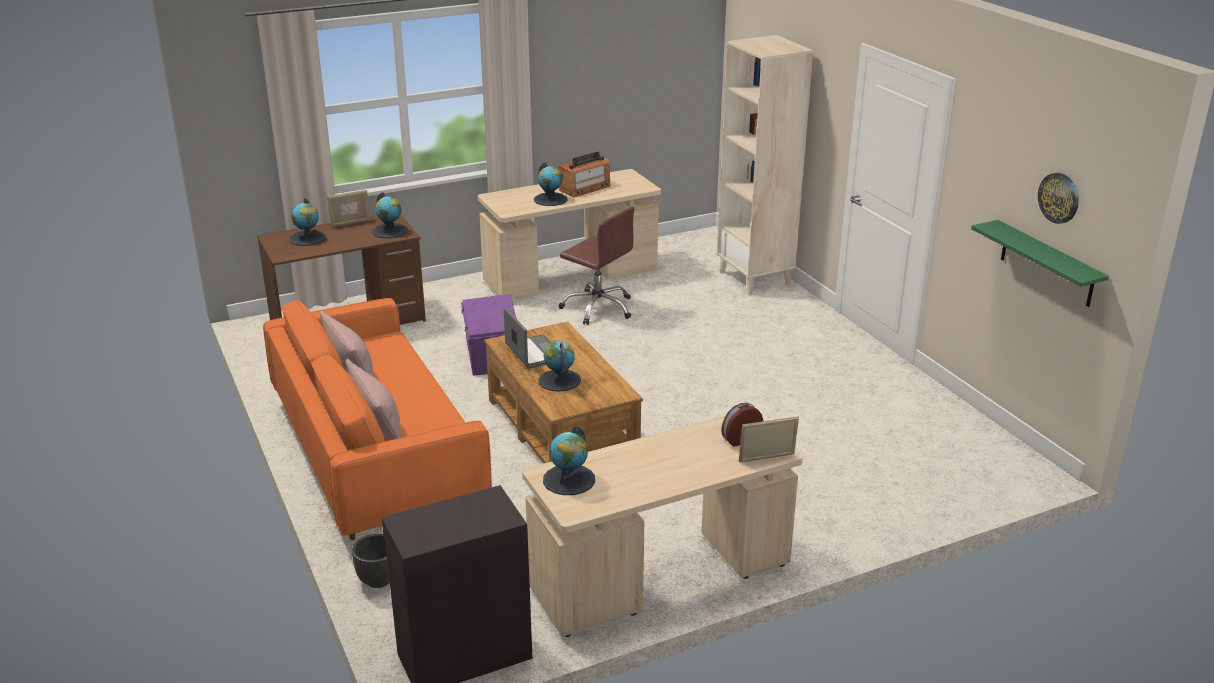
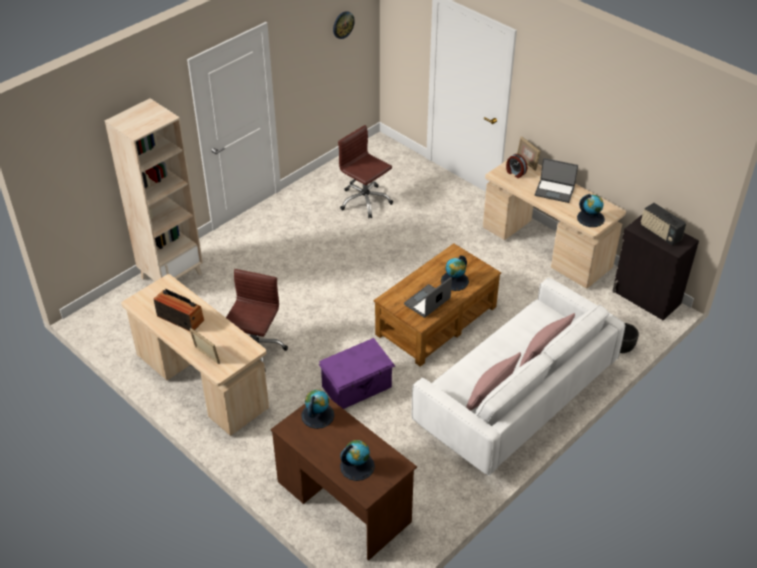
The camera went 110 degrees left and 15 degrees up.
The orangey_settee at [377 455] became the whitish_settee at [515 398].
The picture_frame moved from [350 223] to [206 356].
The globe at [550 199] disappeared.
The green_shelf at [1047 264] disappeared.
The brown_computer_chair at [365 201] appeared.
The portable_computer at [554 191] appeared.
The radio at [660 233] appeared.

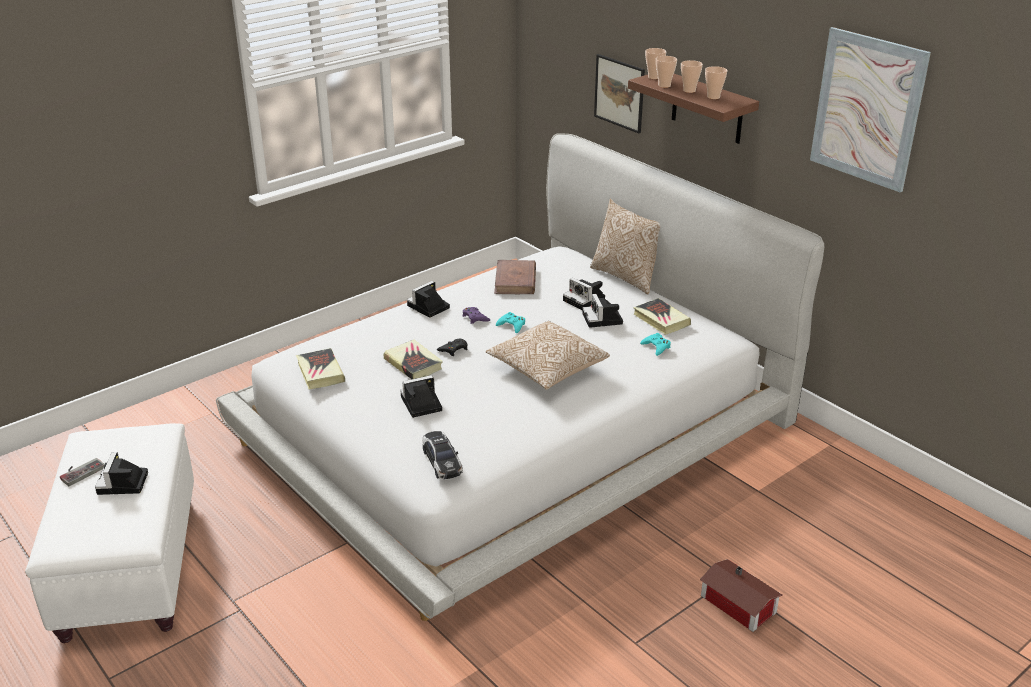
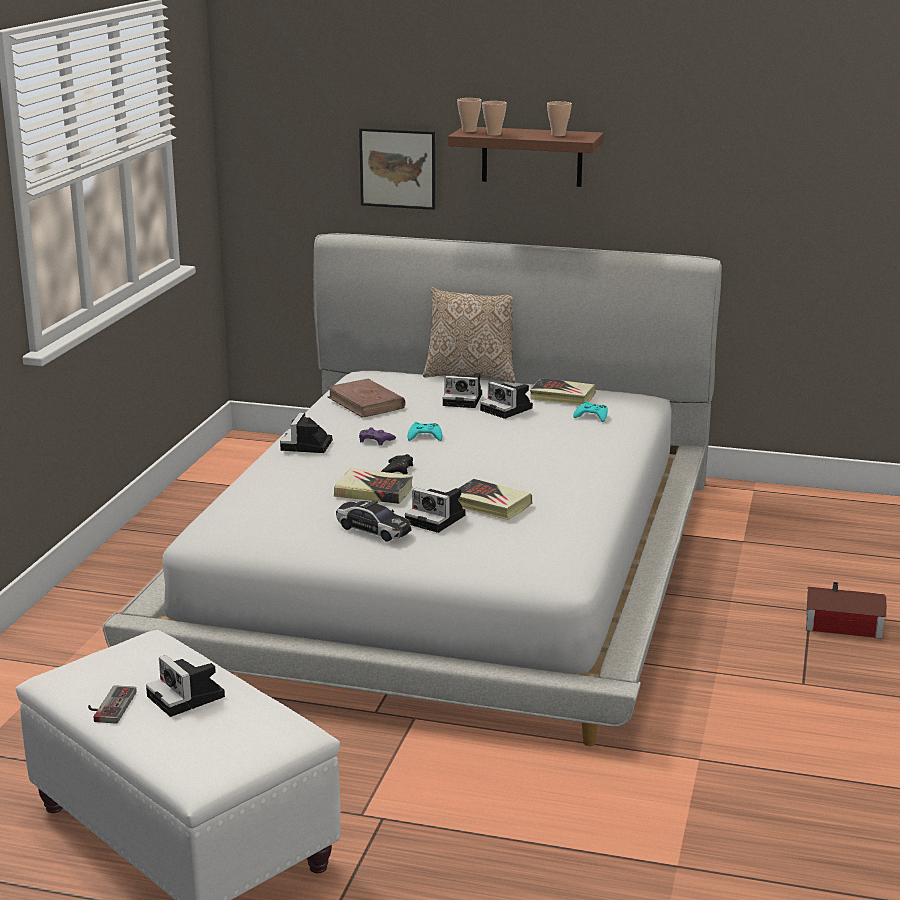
The camera went 35 degrees left and 10 degrees down.
The book moved from [320 372] to [490 505].
The still_camera at [419 404] turned 90 degrees counterclockwise.
The miniature_car moved from [442 461] to [373 529].
The cushion at [547 369] disappeared.
The cup at [689 90] disappeared.
The picture at [867 109] disappeared.

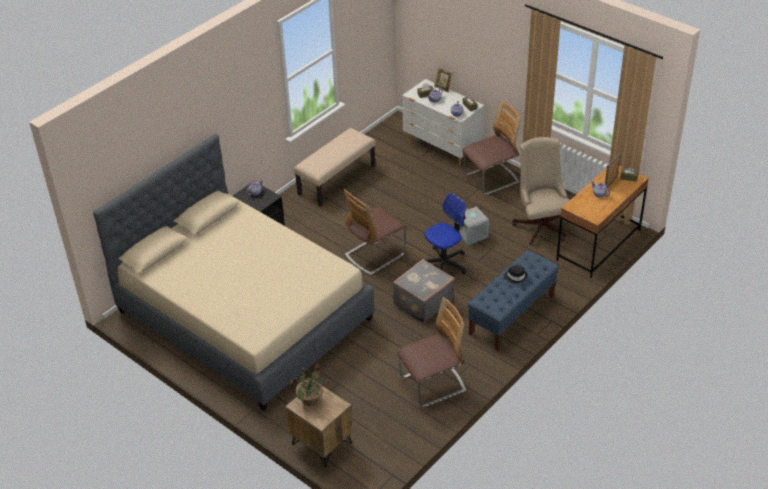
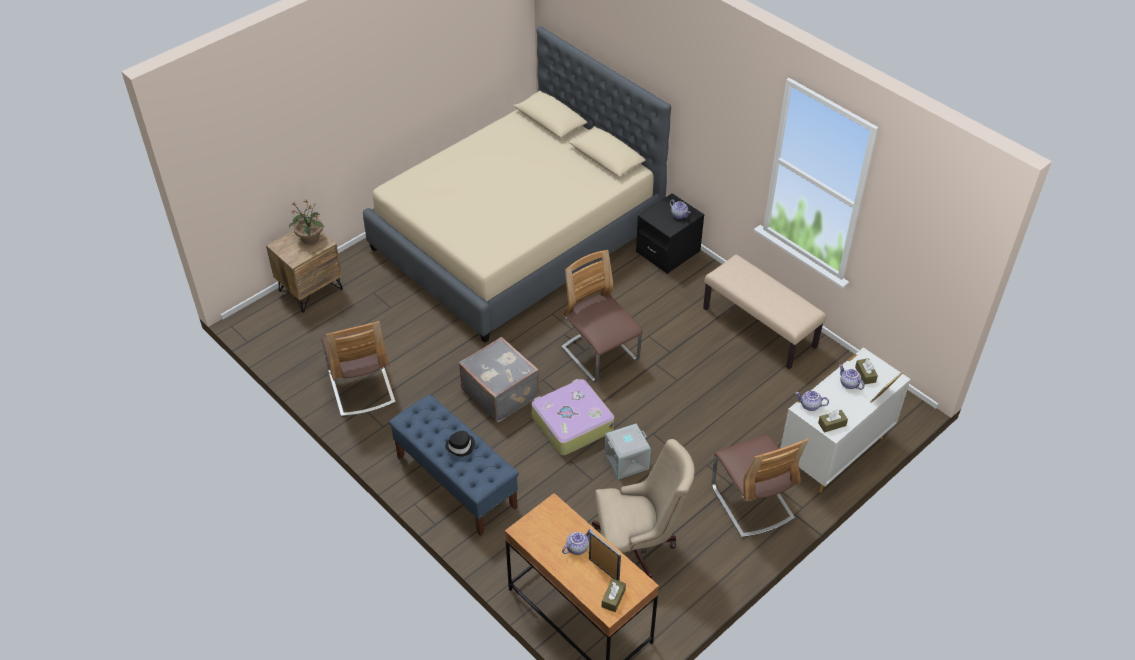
The camera went 95 degrees right and 5 degrees up.
The computer_chair at [444 263] was replaced by the suitcase at [571 423].

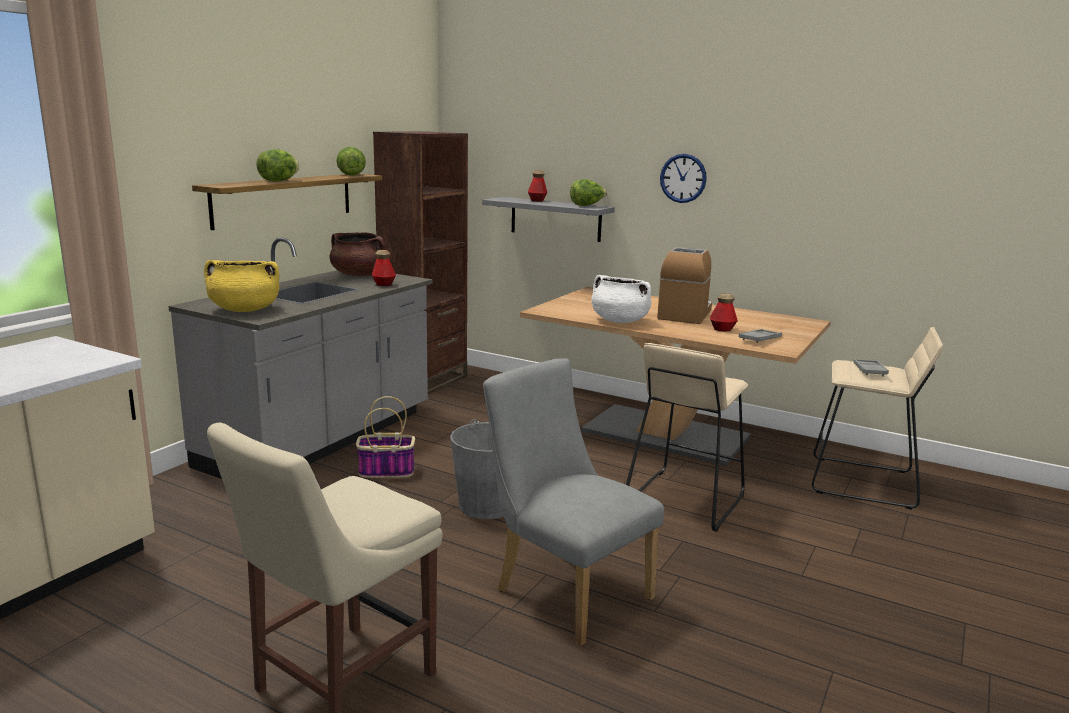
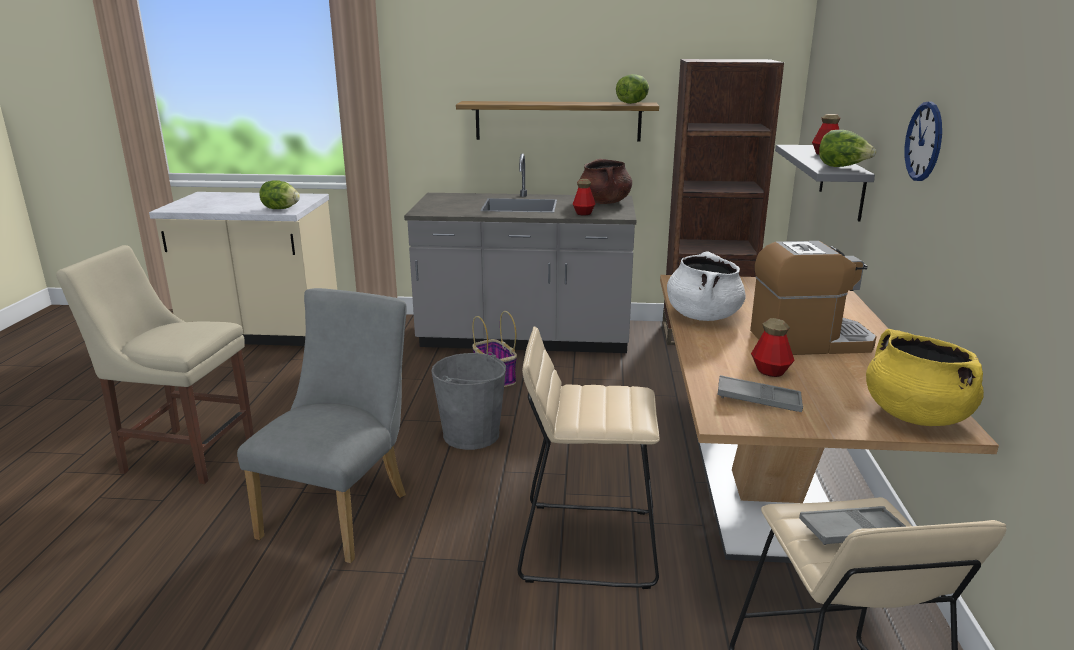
The camera went 65 degrees right and 5 degrees up.
The yellow-coloured_cooking_pot moved from [244 310] to [915 415].
The head_of_lettuce moved from [278 181] to [280 209].

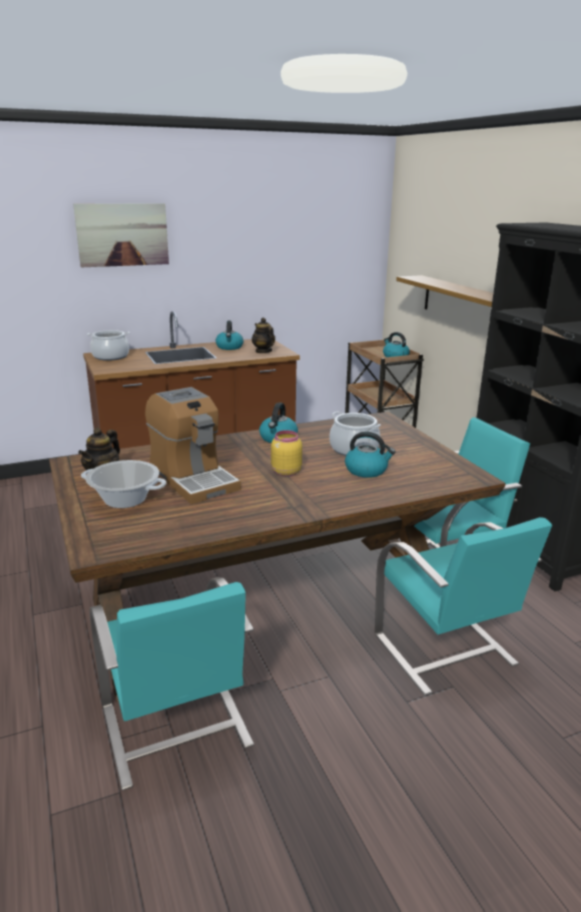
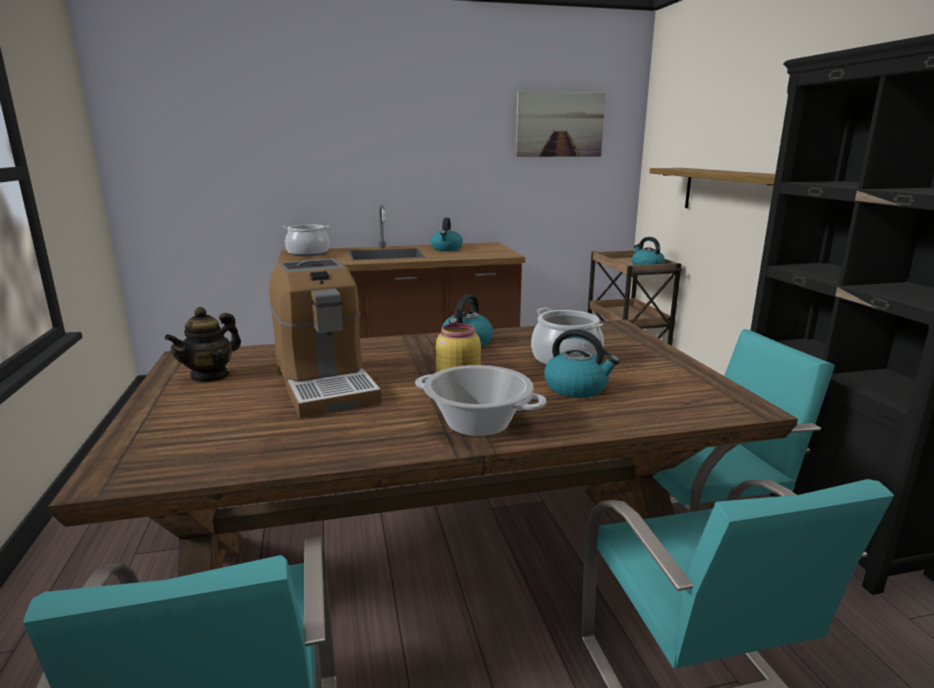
The camera went 10 degrees right and 5 degrees down.
The picture moved from [122 235] to [559 124].
The cooking_pot moved from [125 499] to [478 423].
The tea_pot at [263 351] disappeared.

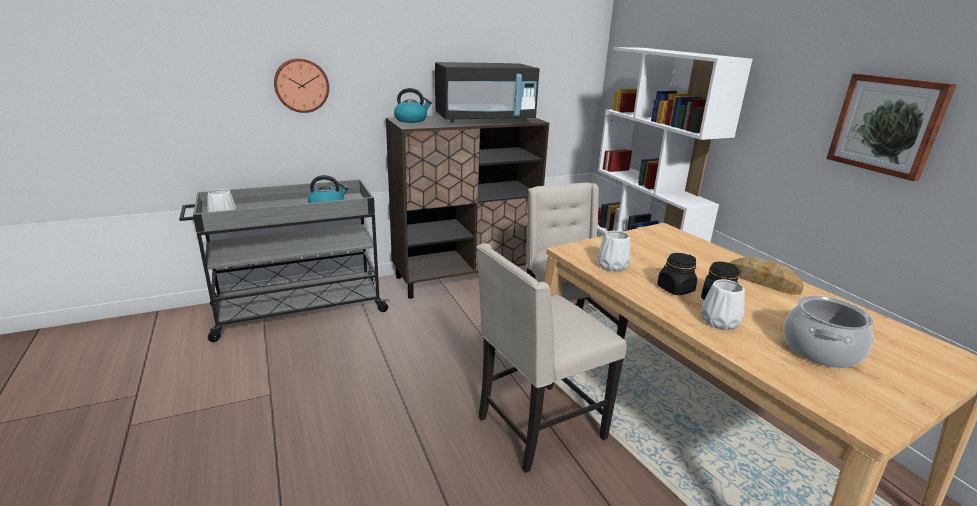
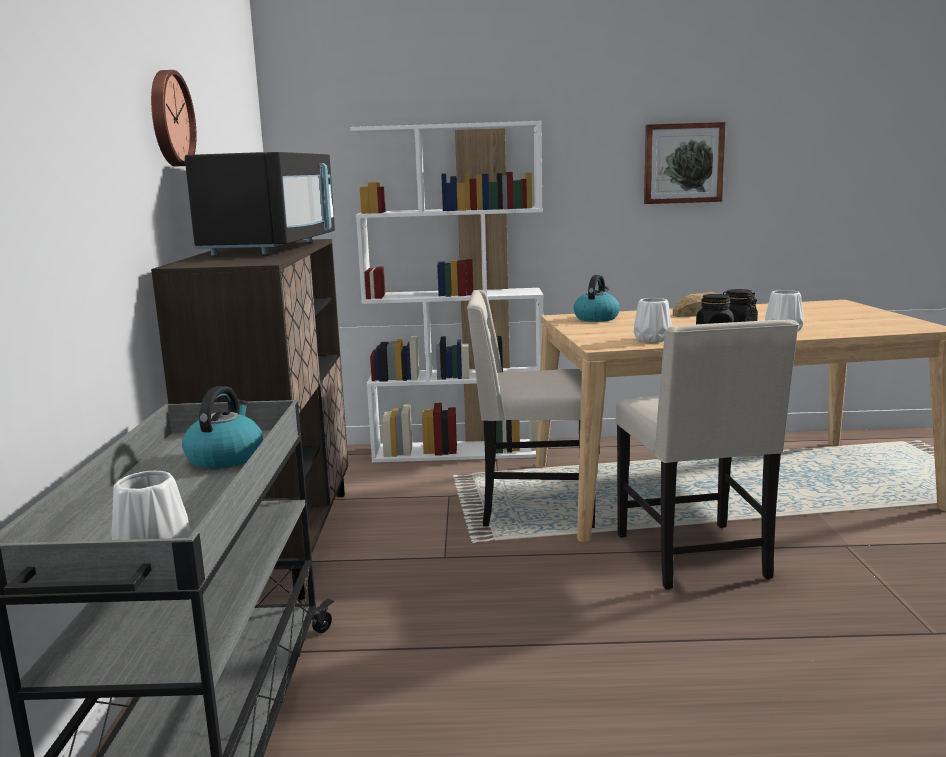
The camera went 65 degrees left and 10 degrees down.
The hanging_clock moved from [301 85] to [169 119].
The tea_kettle moved from [411 120] to [596 318].
The cooking_pot at [820 350] disappeared.

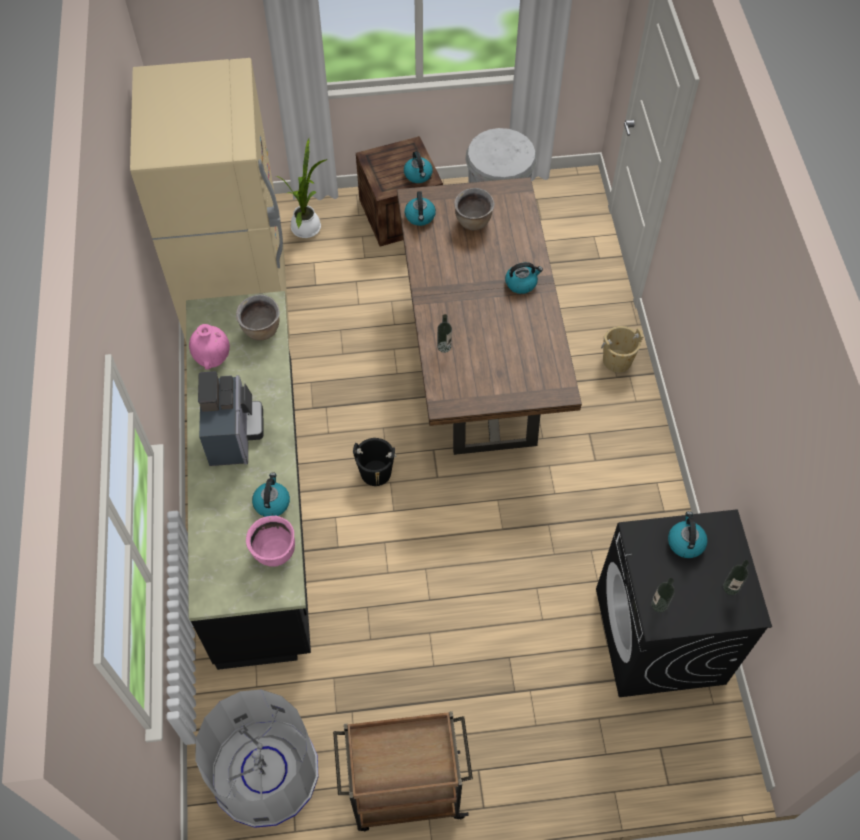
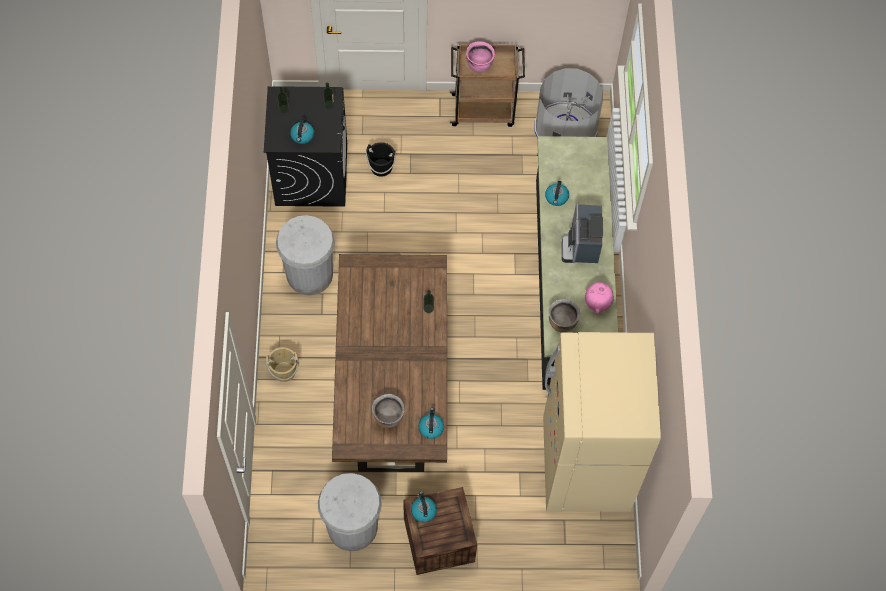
The camera went 175 degrees left and 5 degrees up.
The pink-coloured_cooking_pot moved from [274 552] to [479 65].
The potted_plant at [307 226] disappeared.
The black-coloured_water_bucket moved from [376 472] to [381 167].
The tea_kettle at [521 283] disappeared.
The whitish_trash_can at [309 274] appeared.

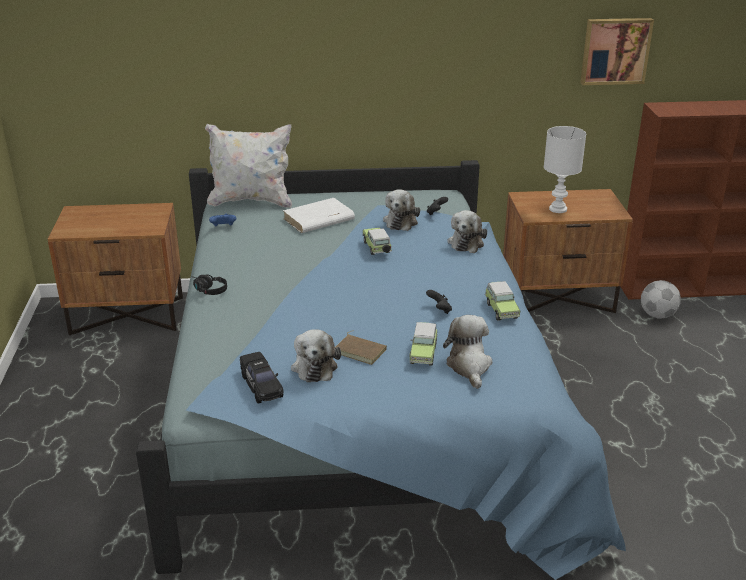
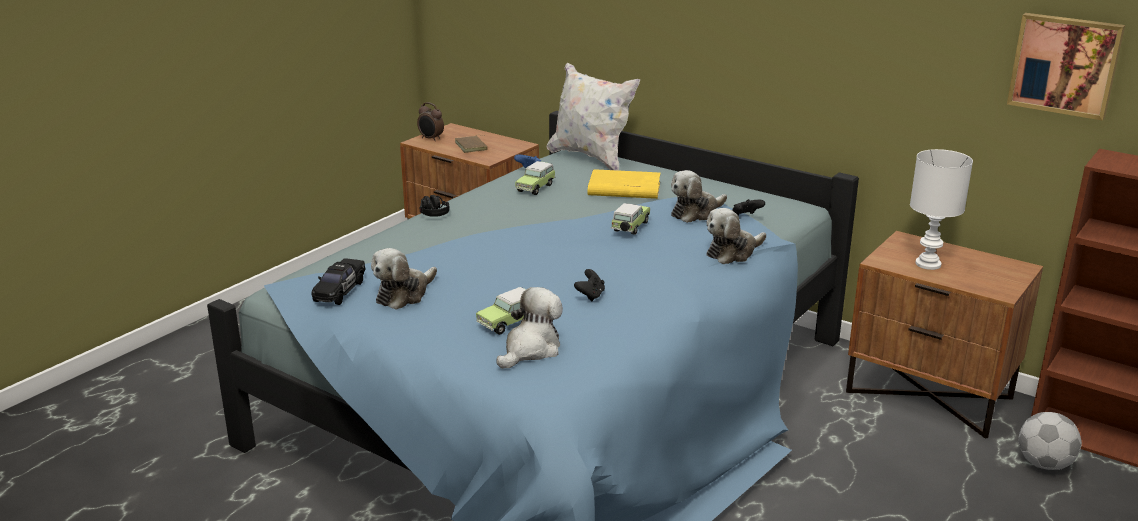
The camera went 40 degrees right and 5 degrees down.
The whitish_book at [318 219] became the yellow-coloured_book at [623 189].
The brown_book moved from [361 351] to [472 146].
The miniature_car moved from [501 310] to [536 187].
The bedside_clock at [431 139] appeared.

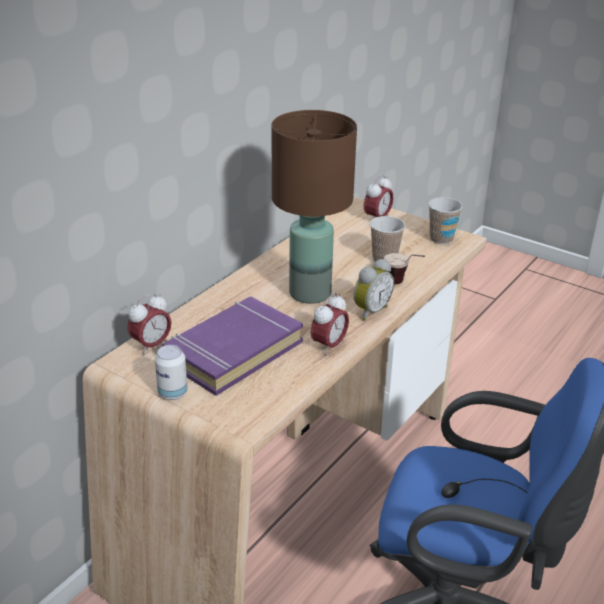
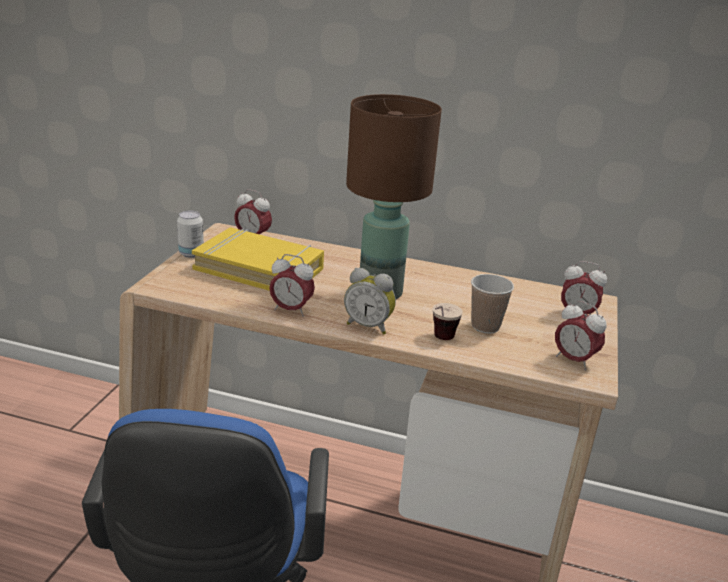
The camera went 70 degrees right and 5 degrees down.
The purplish_book at [233 352] became the yellow-coloured_book at [259 269].
The cup at [441 239] was replaced by the bedside_clock at [574 360].

